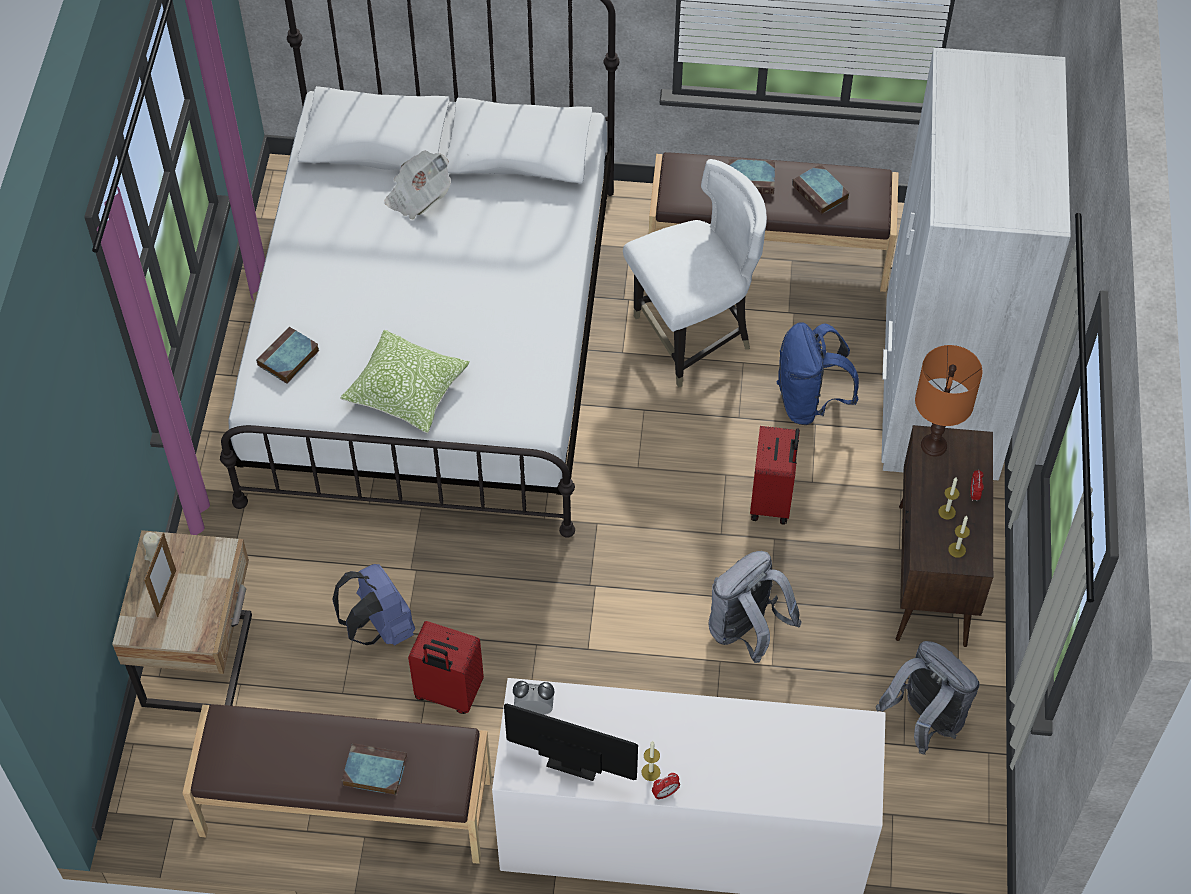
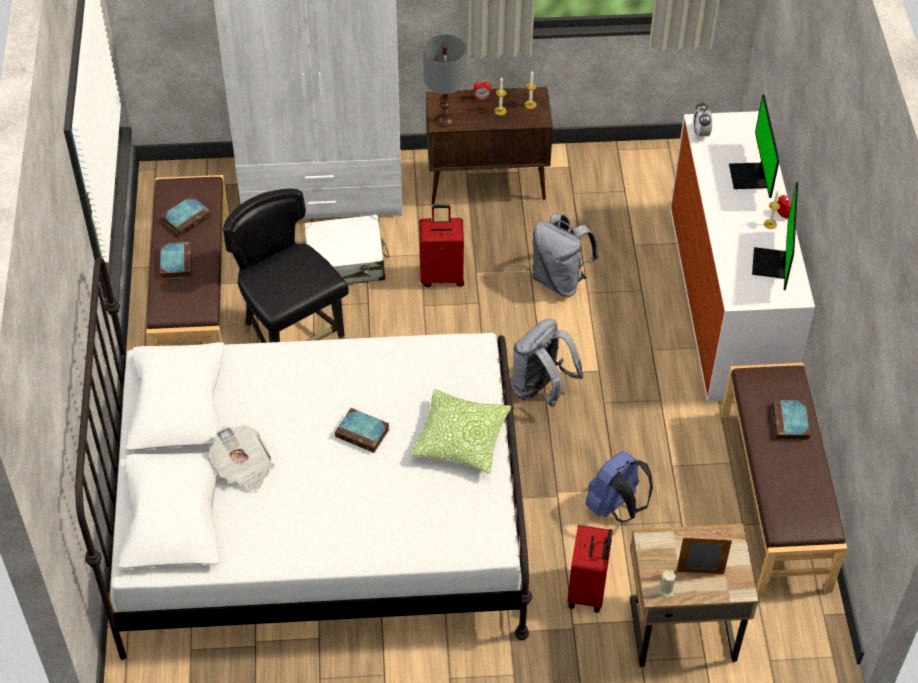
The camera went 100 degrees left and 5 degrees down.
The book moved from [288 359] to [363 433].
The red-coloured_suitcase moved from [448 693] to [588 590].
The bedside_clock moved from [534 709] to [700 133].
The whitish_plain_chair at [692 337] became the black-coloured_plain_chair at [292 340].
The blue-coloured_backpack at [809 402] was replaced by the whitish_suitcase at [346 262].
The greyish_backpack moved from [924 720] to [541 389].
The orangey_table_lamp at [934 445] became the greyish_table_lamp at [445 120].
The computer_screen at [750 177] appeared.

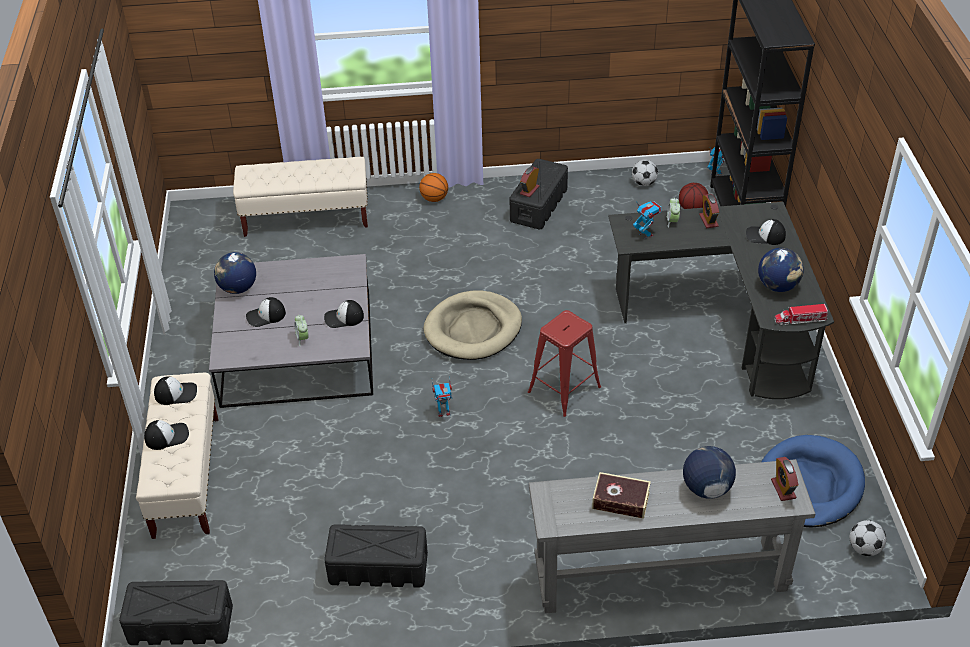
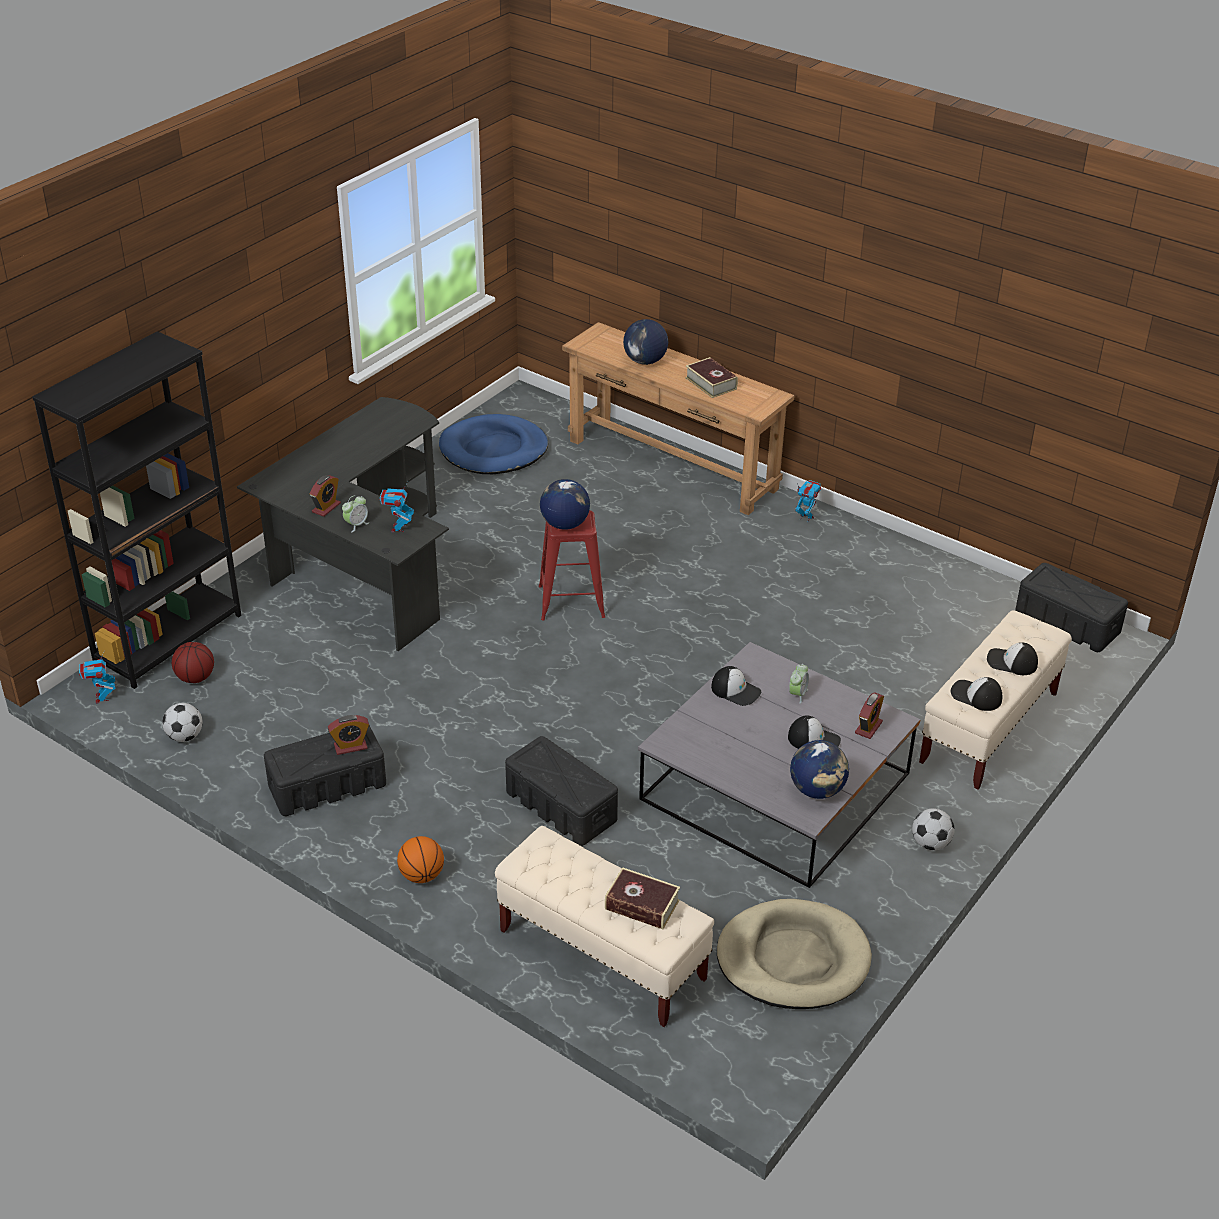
The camera went 140 degrees left and 5 degrees down.
The black-coloured_storage_bin moved from [377 567] to [562 807].
The beige-coloured_dog_bed moved from [473 329] to [793 959].
The robot_figure moved from [443 412] to [806 518].
The greyish_narrow_table at [660 575] became the brown_narrow_table at [672 465].
The baseball_cap at [765 236] disappeared.
The globe moved from [778 286] to [564 524].
The bedside_clock moved from [783 489] to [868 727].
The toy_truck at [800 320] disappeared.
The football moved from [864 548] to [930 844].
The book at [642 905] appeared.

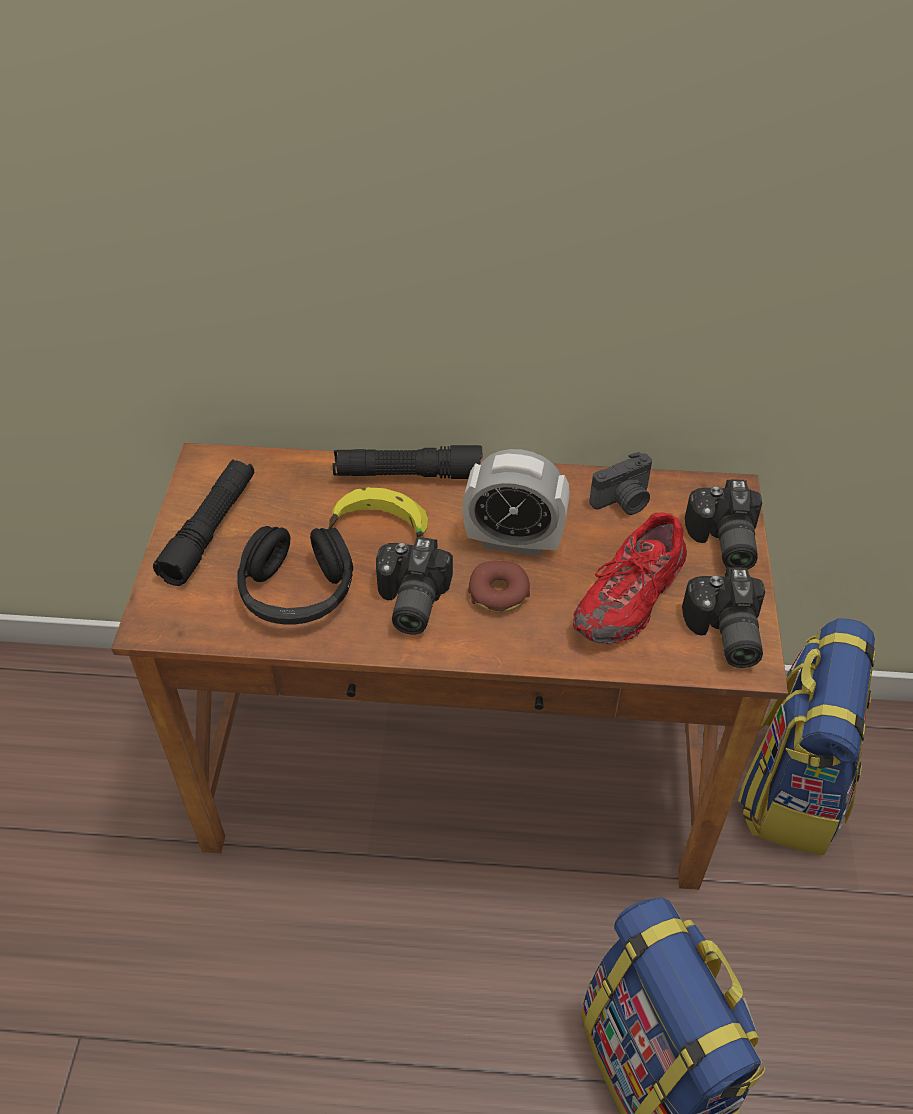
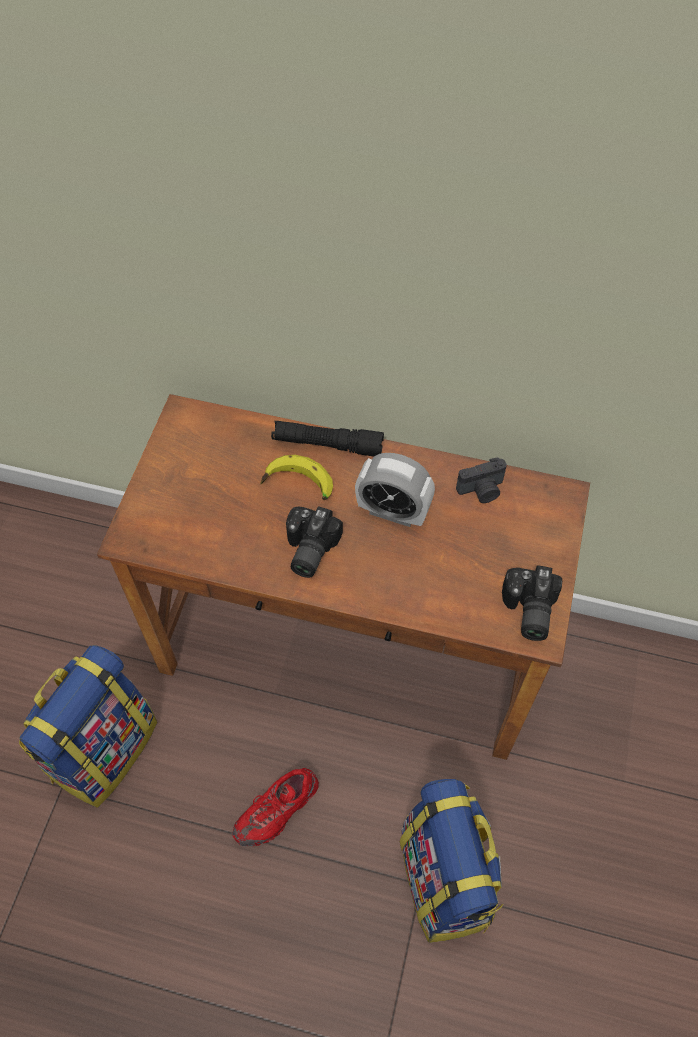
The camera went 10 degrees right and 10 degrees up.
The black-coloured_torch at [210 530] disappeared.
The black-coloured_pair_of_headphones at [297 591] disappeared.
The ring_doughnut at [499 593] disappeared.
The red-coloured_item_of_footwear moved from [630 599] to [277 810].
The still_camera at [722 542] disappeared.
The backpack moved from [791 787] to [104 748].

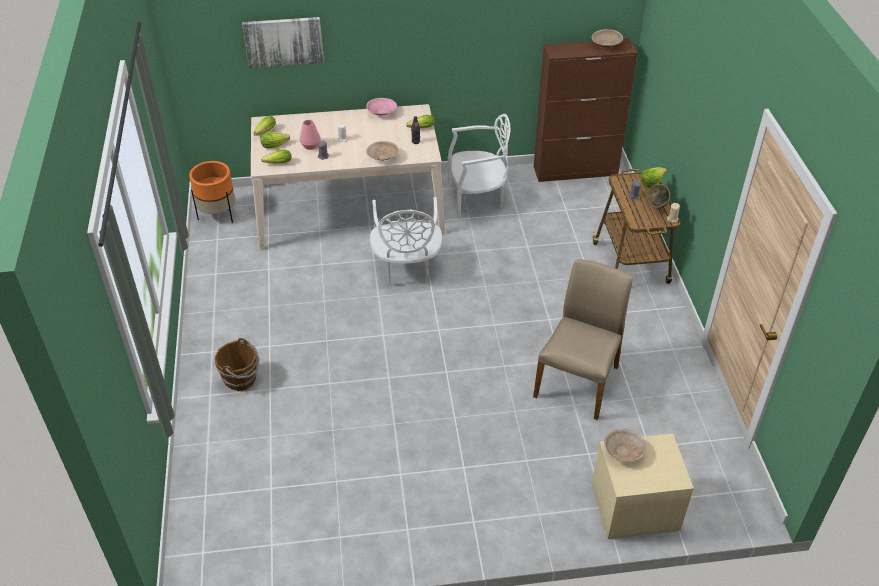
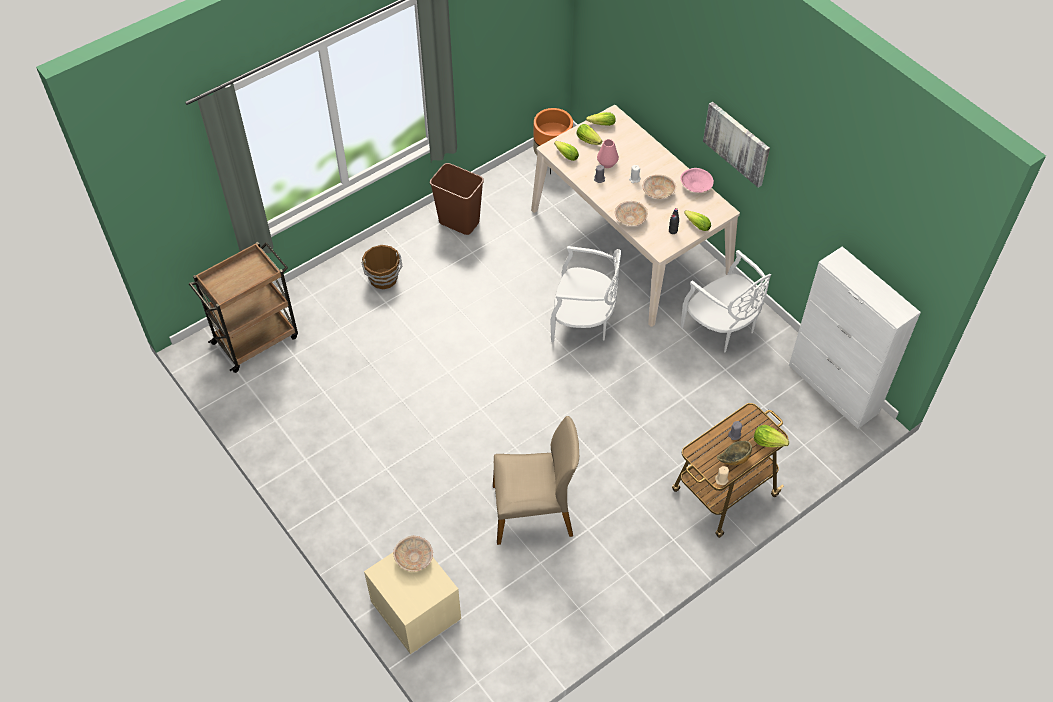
The camera went 60 degrees right and 10 degrees up.
The picture moved from [283 41] to [737 143].
The whitish_plain_chair at [406 269] turned 135 degrees counterclockwise.
The brown_cabinet at [576 171] became the whitish_cabinet at [833 389].
The beige-coloured_serving_bowl moved from [605 45] to [658 192].
The brown_trolley at [257 339] appeared.
The brown_trash_can at [460 222] appeared.

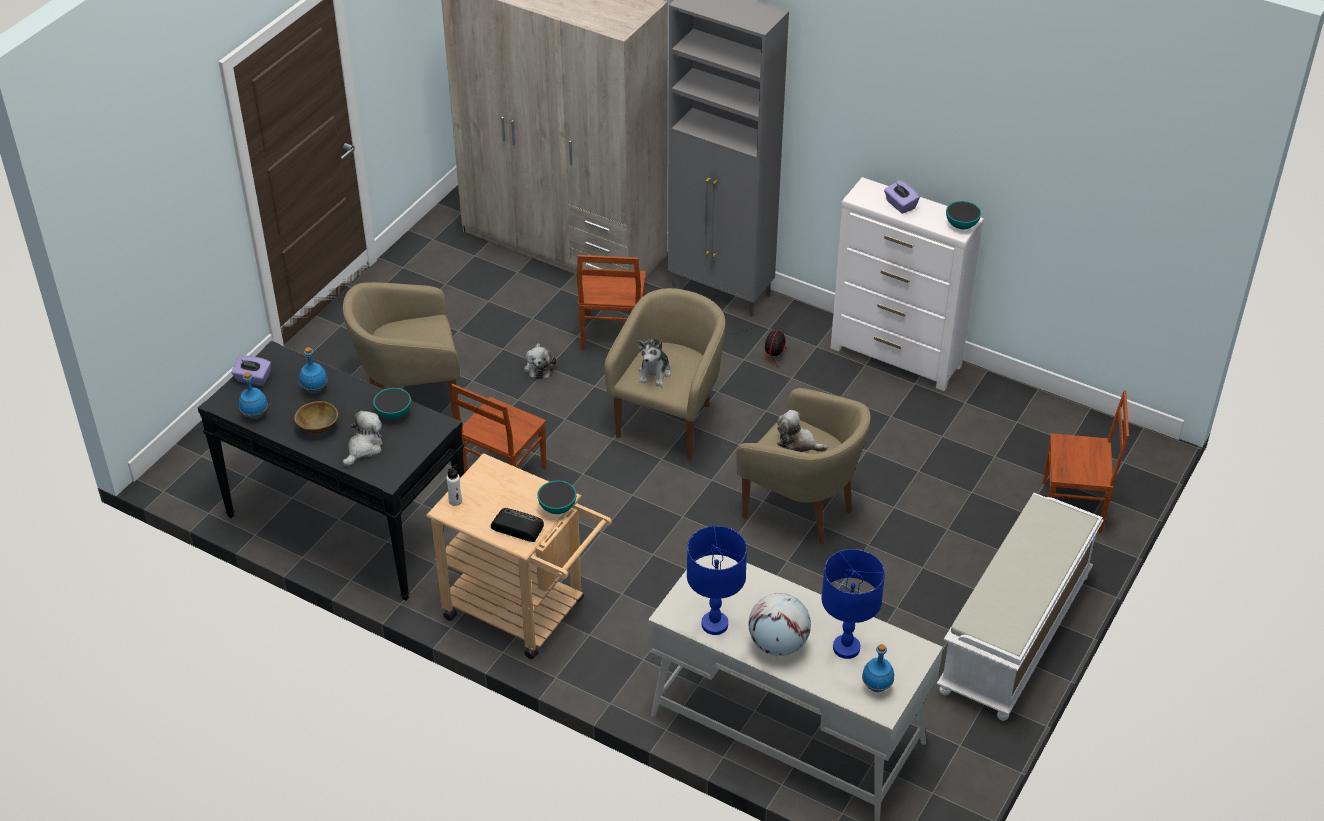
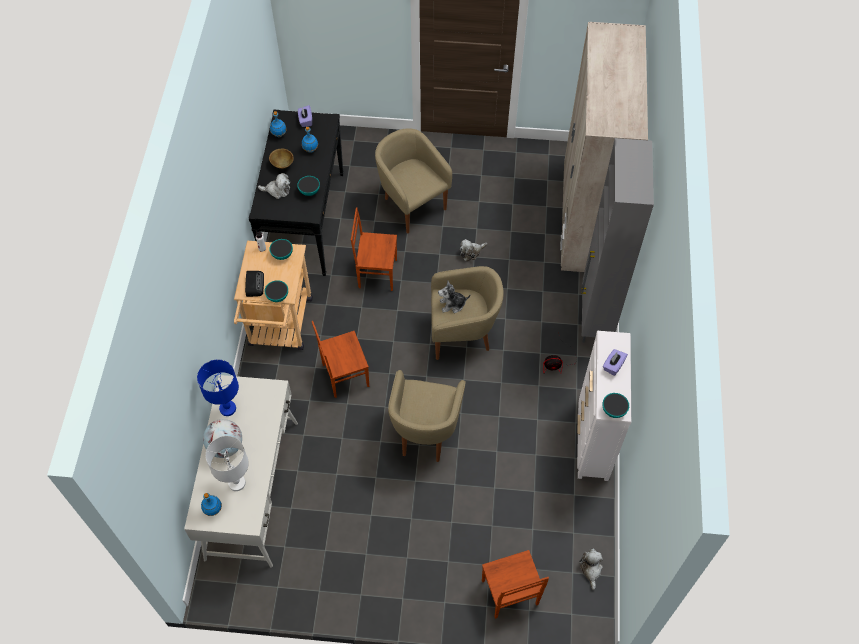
The camera went 65 degrees right and 15 degrees up.
The brown_plain_chair moved from [611 335] to [344 375].
The cuddly_toy moved from [798 443] to [591 569].
The blue-coloured_table_lamp at [847 648] became the whitish_table_lamp at [237 483].
The whitish_bench at [1016 635] disappeared.
The serving_bowl at [282 254] appeared.

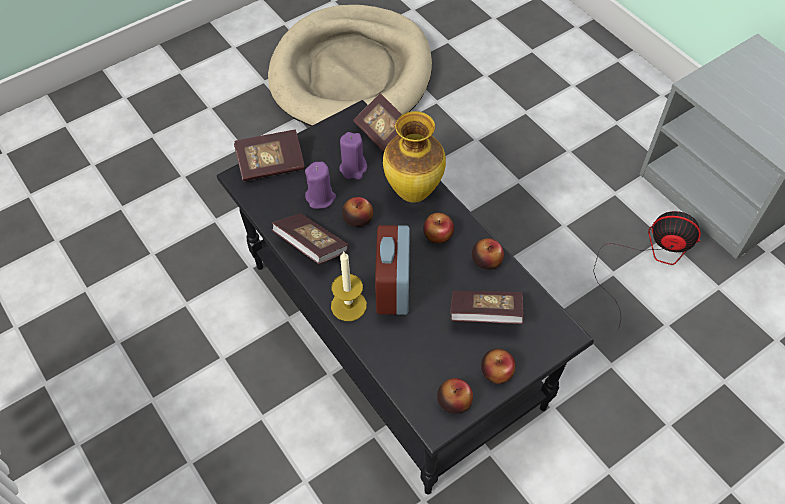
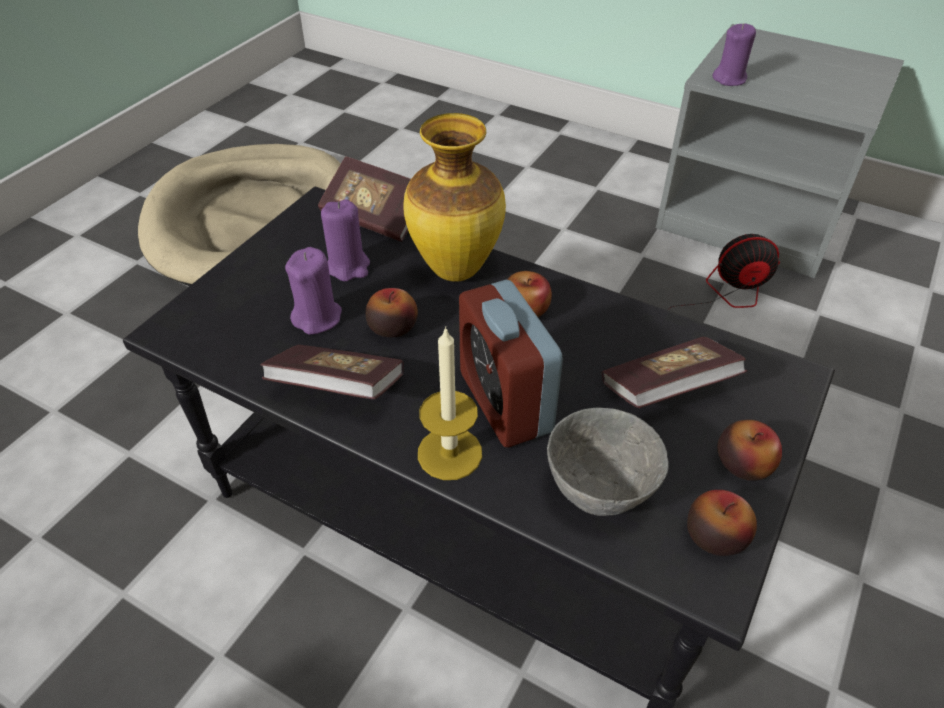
The camera went 25 degrees left and 10 degrees down.
The book at [271 164] disappeared.
The apple_fruit at [486 260] disappeared.
The greyish_serving_bowl at [598 490] appeared.
The purplish_wax_light at [729 79] appeared.

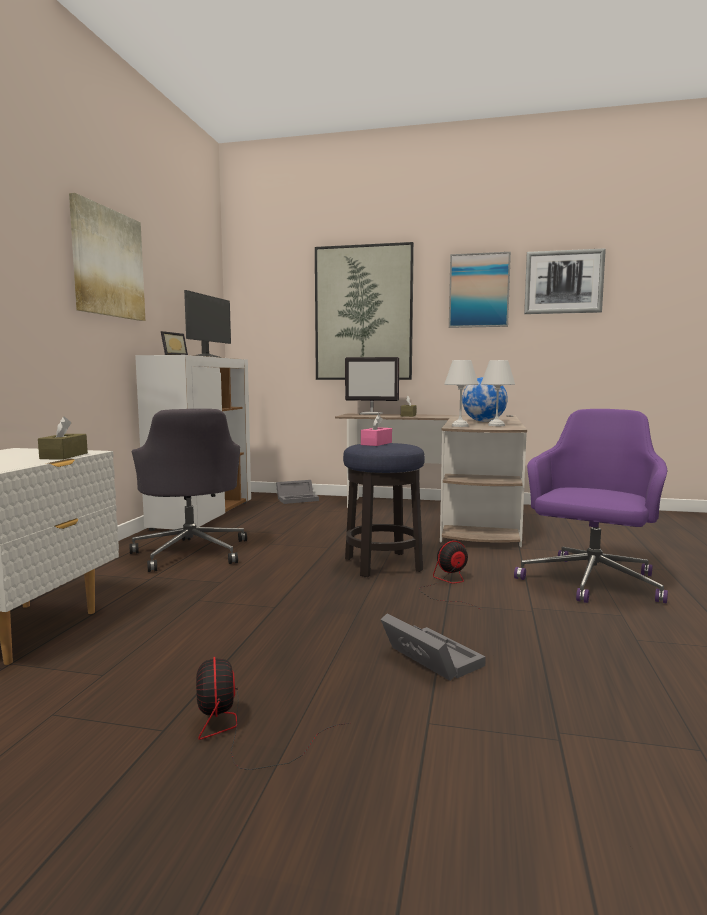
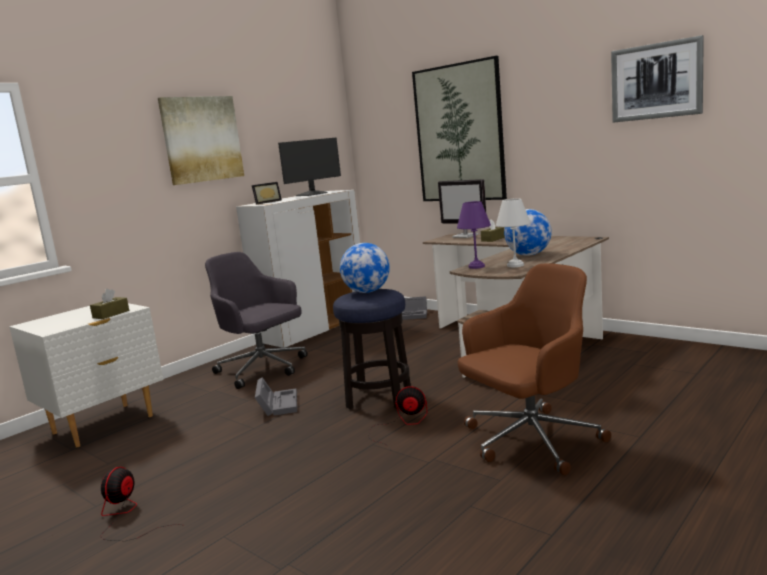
The camera went 30 degrees right and 5 degrees up.
The greyish_computer_chair at [191 552] turned 120 degrees clockwise.
The pink-coloured_tissue_holder at [376 443] was replaced by the globe at [367 292].
The greyish_storage_bin moved from [429 658] to [277 404].
The whitish_table_lamp at [459 426] became the purplish_table_lamp at [476 266].
The picture at [479 290] disappeared.
The purplish_computer_chair at [590 583] became the brown_computer_chair at [530 441].

